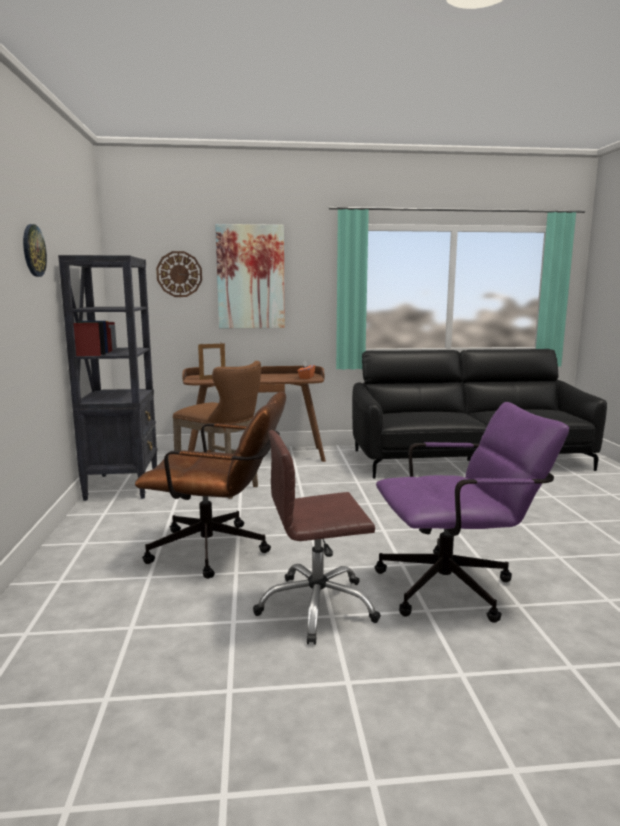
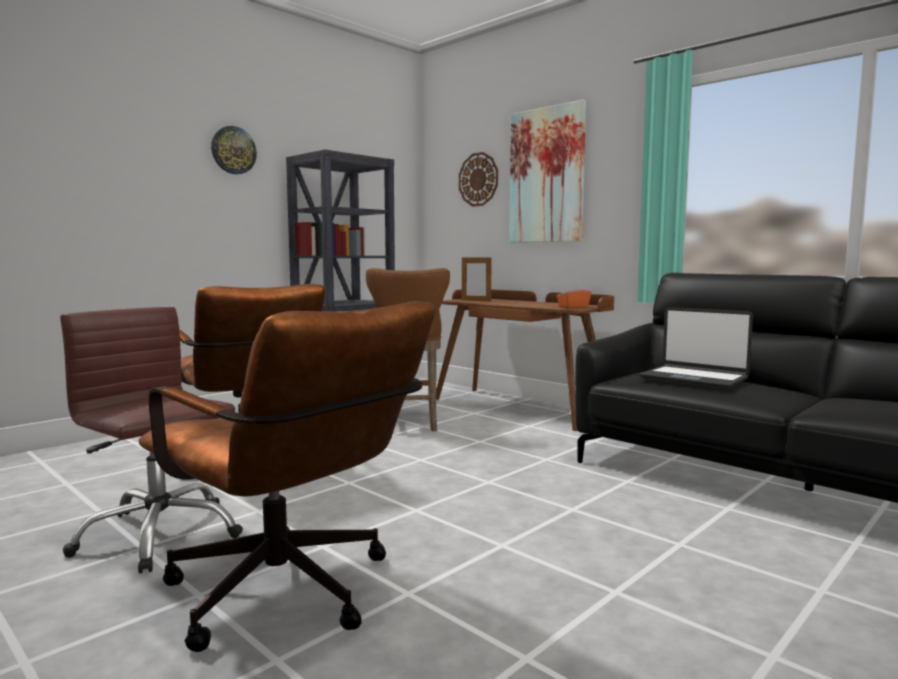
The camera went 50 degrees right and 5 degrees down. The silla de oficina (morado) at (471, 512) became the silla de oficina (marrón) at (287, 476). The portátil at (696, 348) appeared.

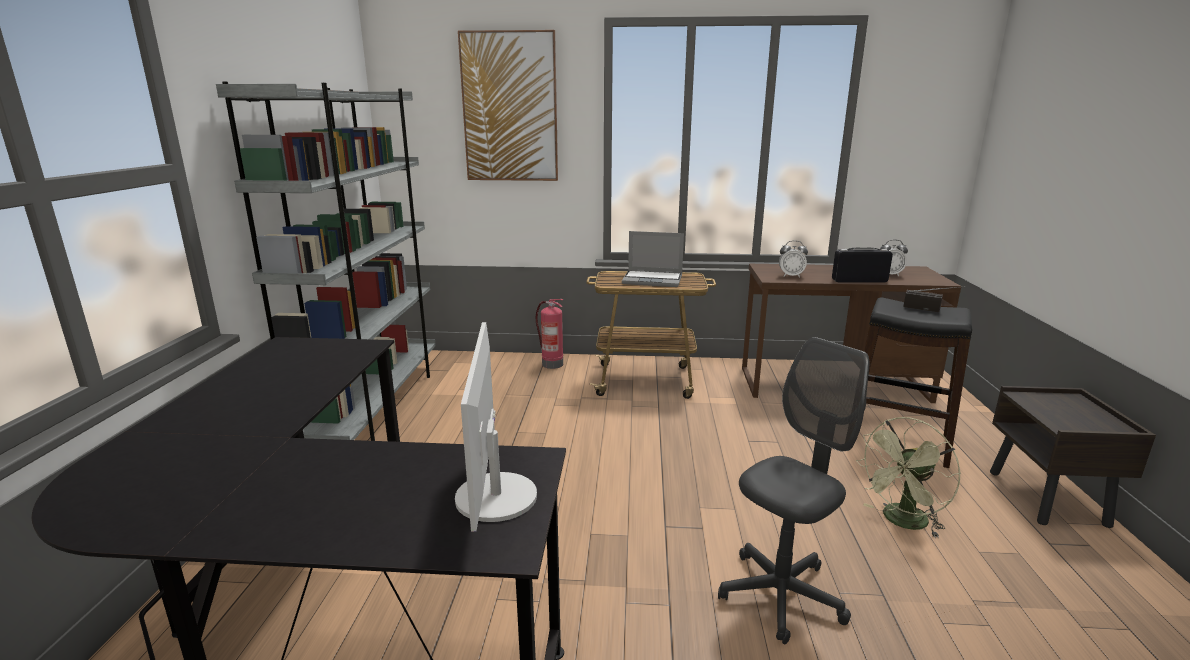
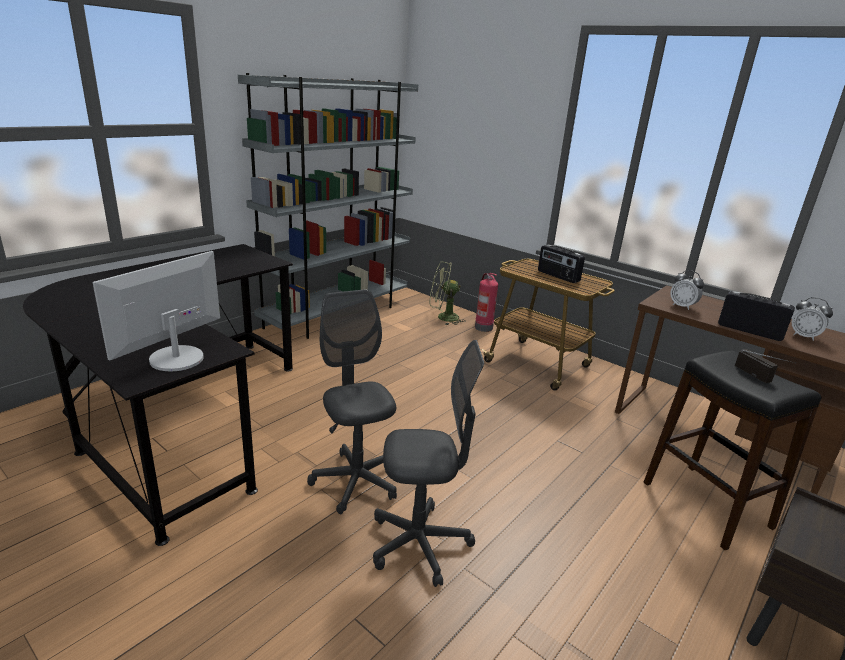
The camera went 35 degrees right and 5 degrees up. The cuadro at (508, 105) disappeared. The portátil at (653, 259) was replaced by the radio at (561, 263). The ventilador (verde) moved from (908, 477) to (448, 293). The silla de oficina (gris) at (352, 401) appeared.

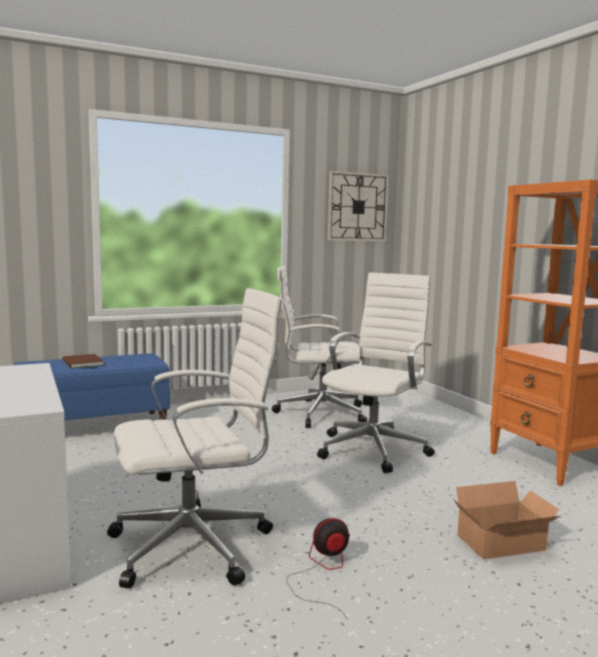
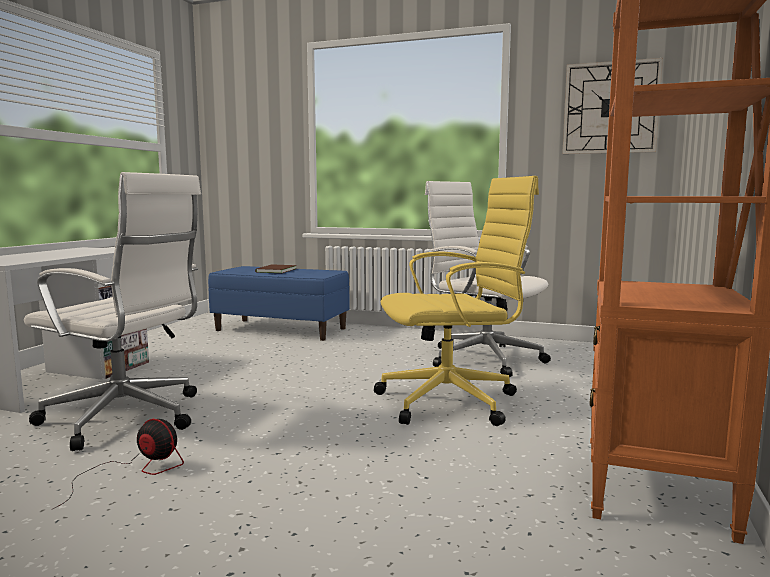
The camera went 45 degrees right and 0 degrees up. The silla de oficina (blanco) at (376, 372) became the silla de oficina (amarillo) at (456, 301). The caja de cartón at (506, 520) disappeared.

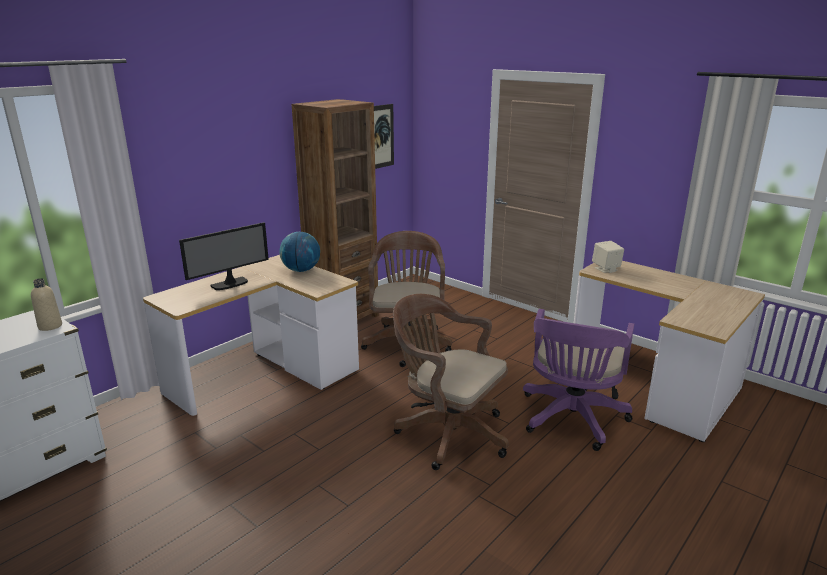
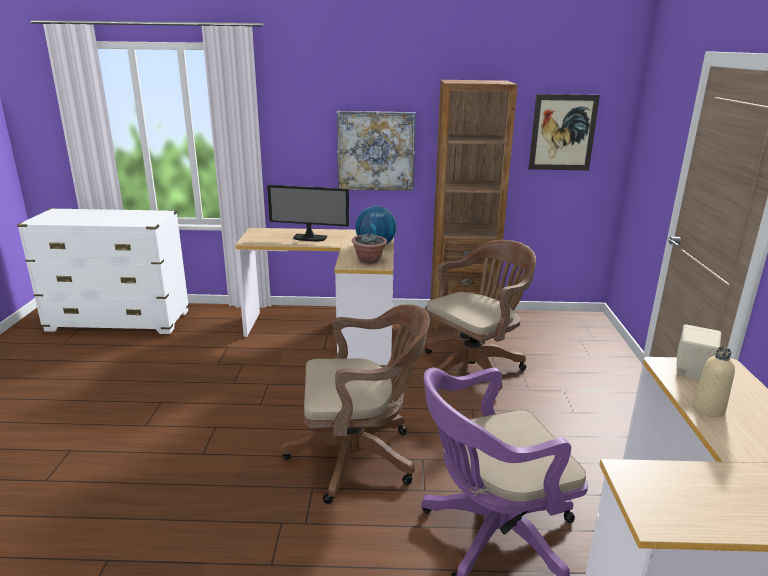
The camera went 50 degrees right and 0 degrees up. The botella (beis) moved from (46, 304) to (714, 382). The silla de oficina (marrón) at (451, 382) turned 90 degrees clockwise. The cuadro at (376, 151) appeared. The planta en maceta at (369, 248) appeared.

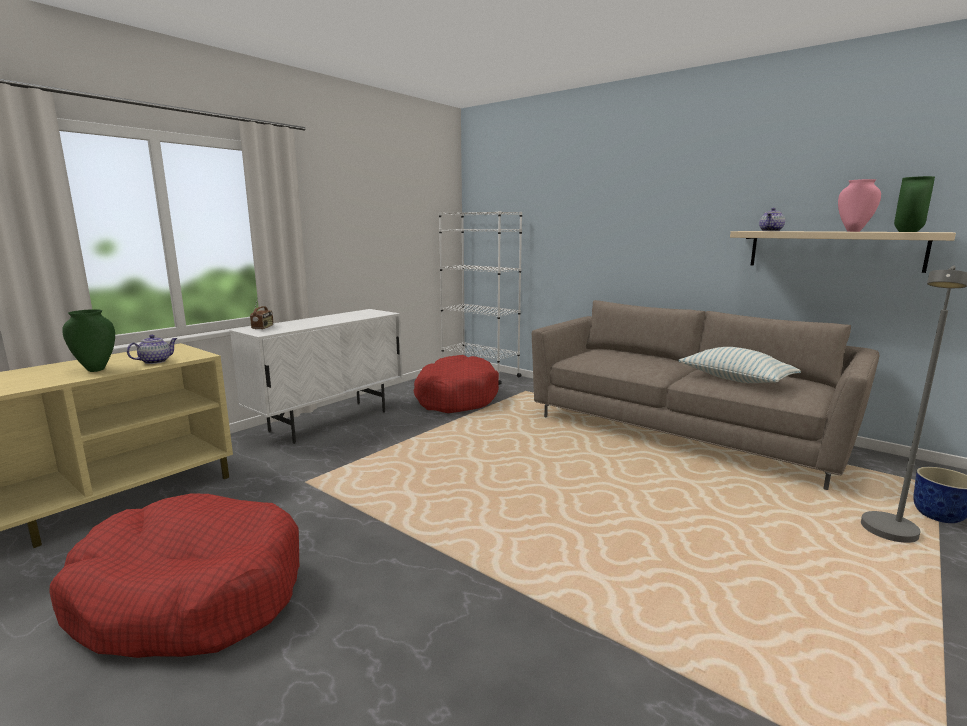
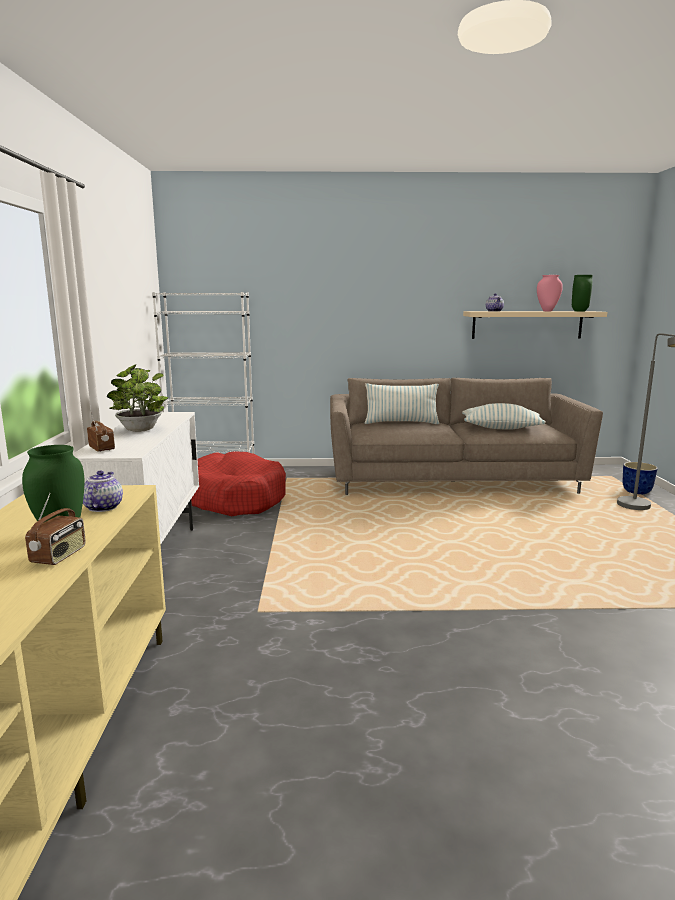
The camera went 40 degrees left and 0 degrees up. The cama para perro (rojo) at (174, 575) disappeared. The planta en maceta at (137, 398) appeared. The cojín at (402, 403) appeared. The radio at (55, 529) appeared.

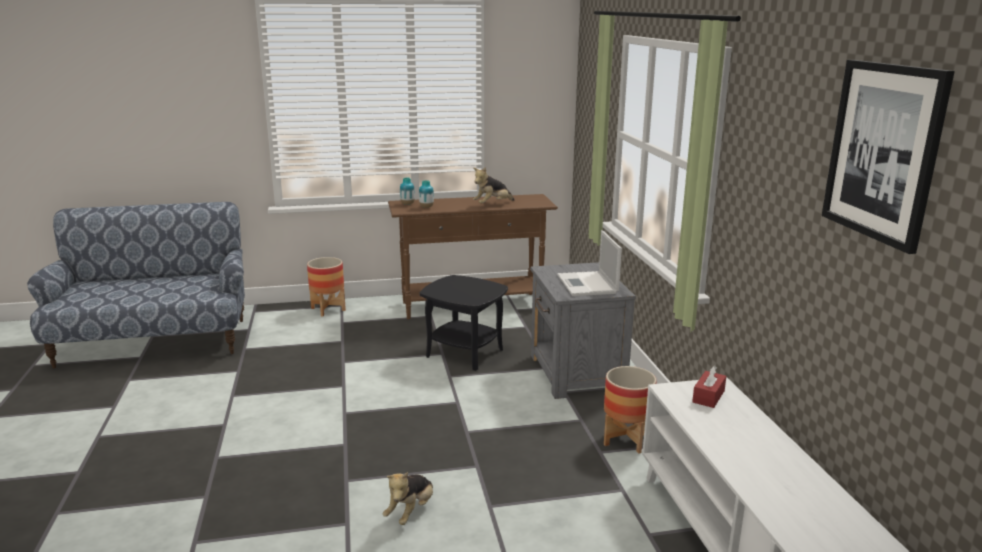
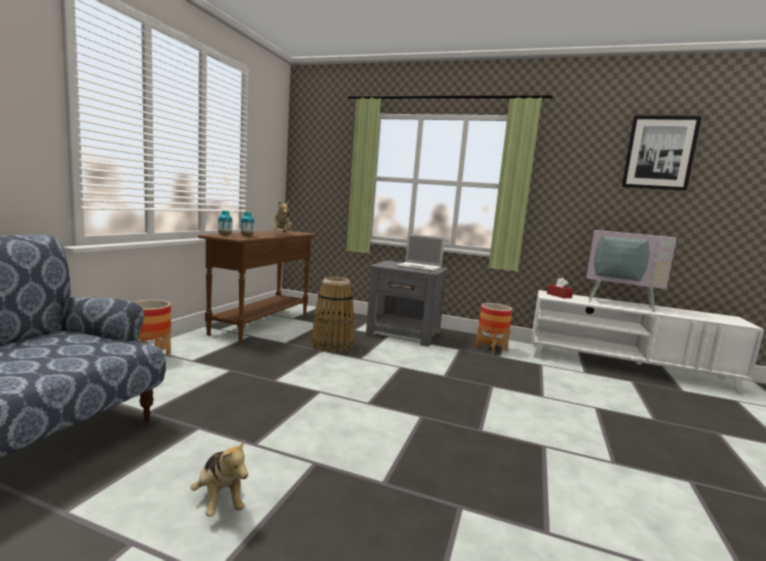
The camera went 60 degrees left and 10 degrees down. The mesa auxiliar (negro) at (464, 323) was replaced by the cesta at (332, 315). The peluche moved from (408, 498) to (219, 478). The televisor at (632, 257) appeared.

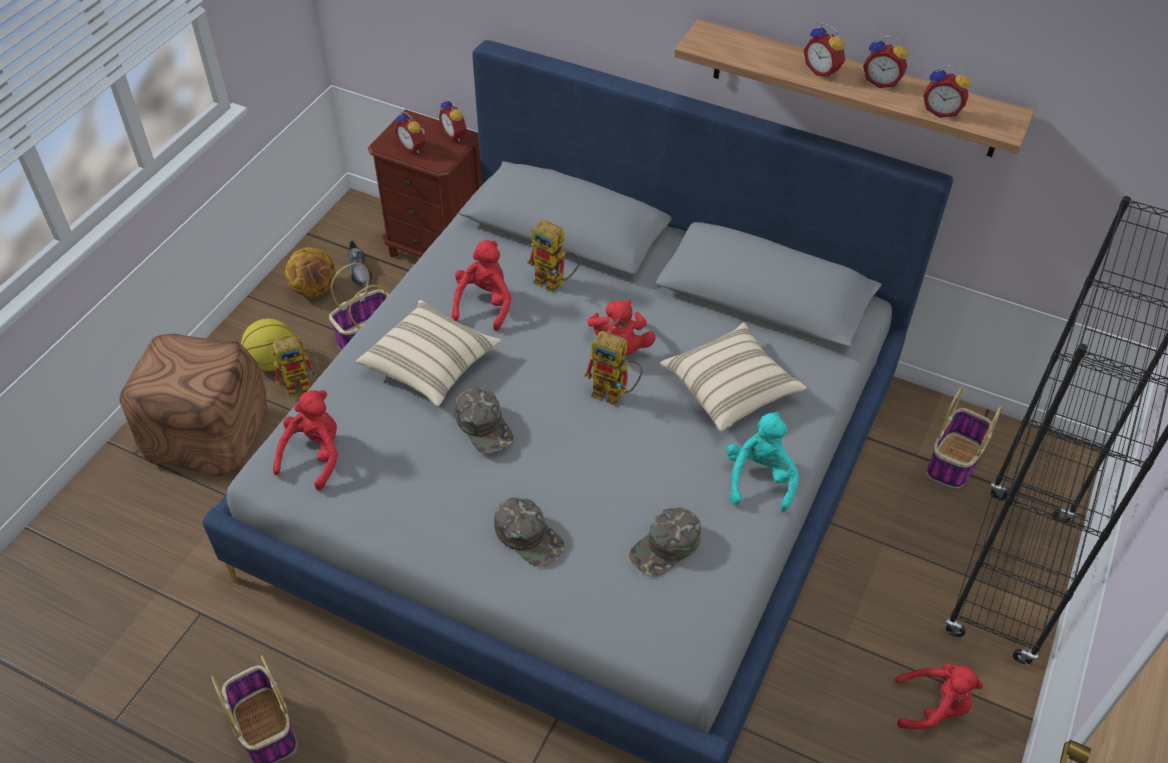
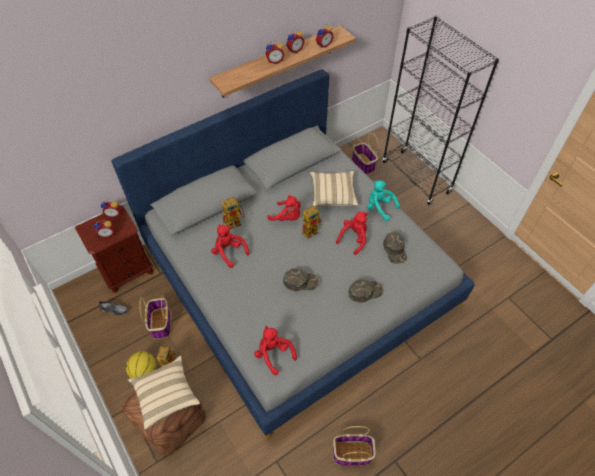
The camera went 60 degrees left and 5 degrees up. The balón de baloncesto at (310, 272) disappeared. The cojín (beis) moved from (428, 353) to (164, 392). The peluche (rojo) moved from (939, 696) to (351, 233).

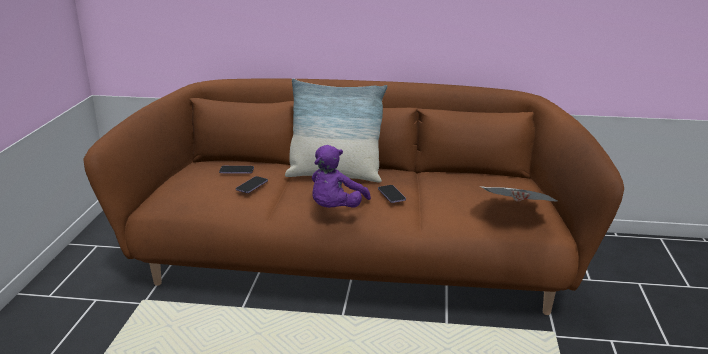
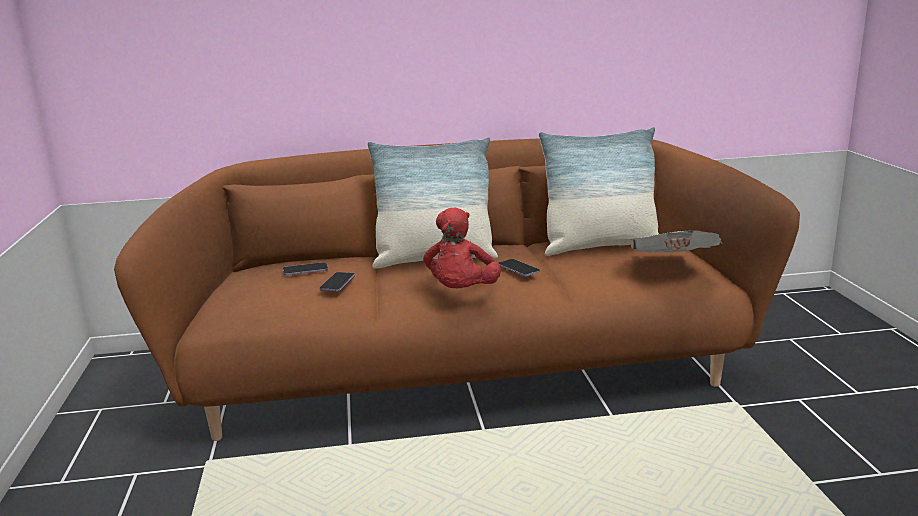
The camera went 15 degrees left and 5 degrees down. The peluche (morado) at (341, 176) became the peluche (rojo) at (462, 248). The cojín at (599, 191) appeared.

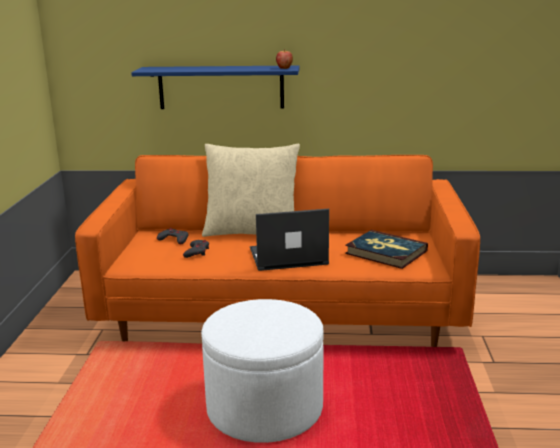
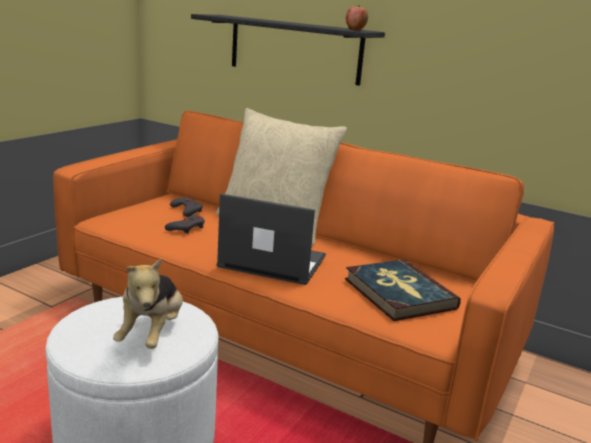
The camera went 25 degrees right and 0 degrees up. The estante (azul) at (215, 87) became the estante (negro) at (288, 50). The peluche at (148, 303) appeared.

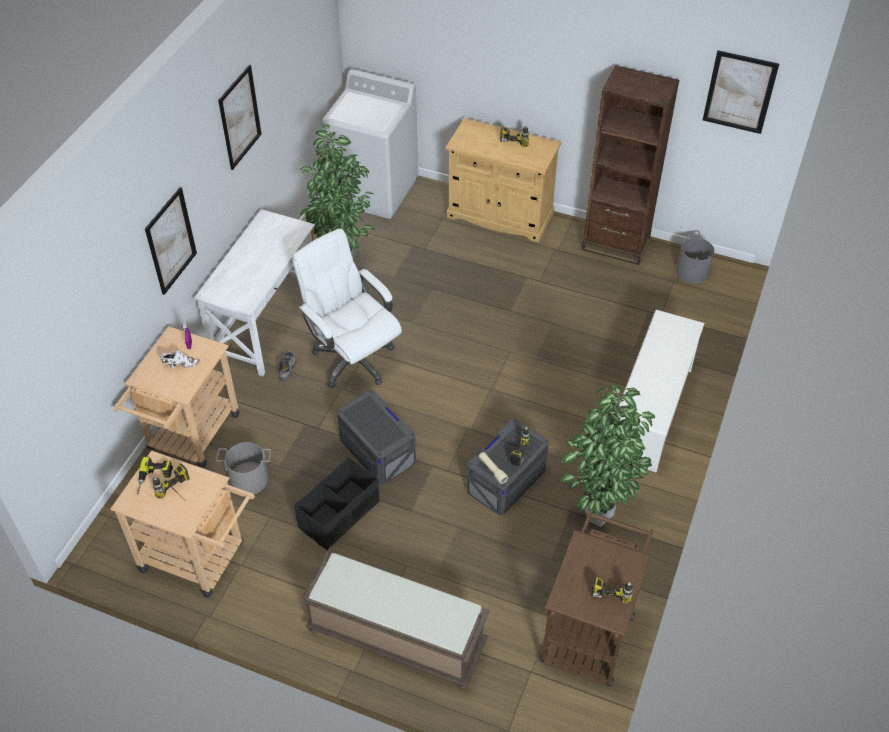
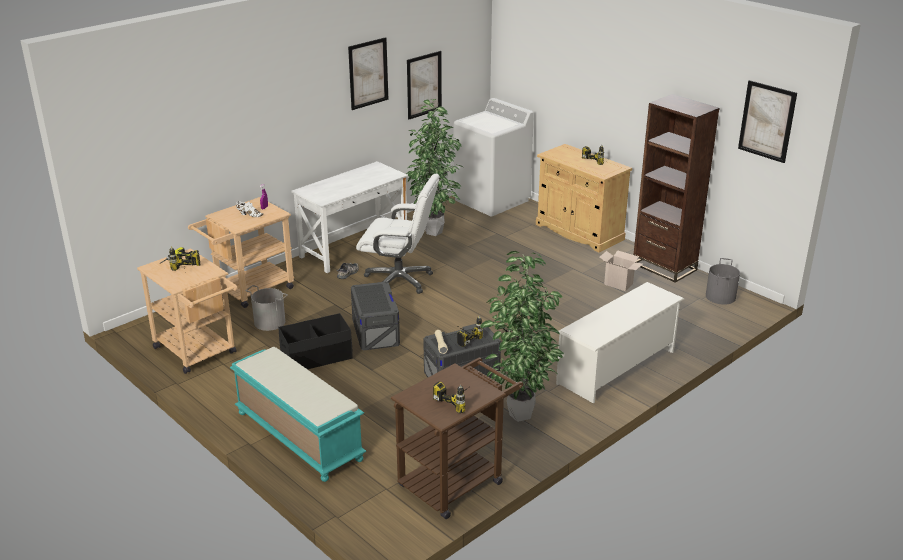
The camera went 25 degrees right and 20 degrees down. The cuadro moved from (171, 241) to (424, 85). The silla de oficina (blanco) at (347, 308) turned 120 degrees clockwise. The banco (marrón) at (395, 621) became the banco (turquesa) at (298, 414). The caja de cartón at (621, 270) appeared.

